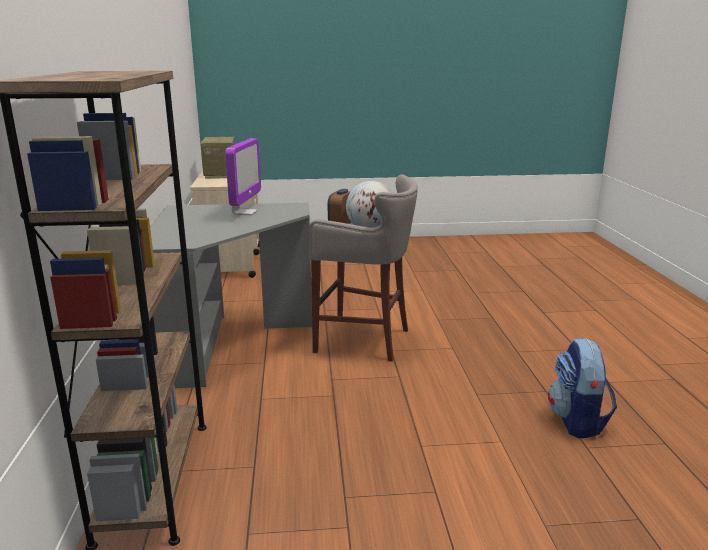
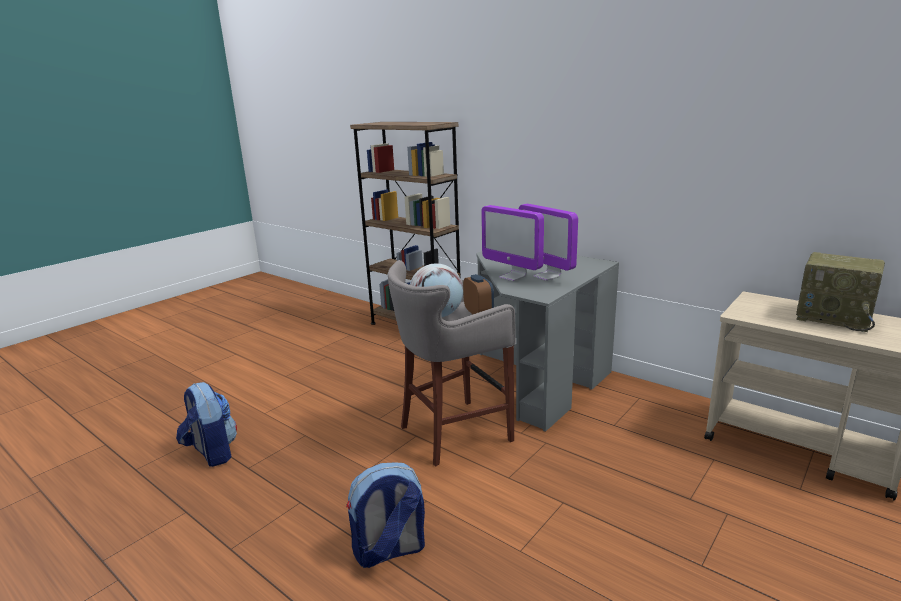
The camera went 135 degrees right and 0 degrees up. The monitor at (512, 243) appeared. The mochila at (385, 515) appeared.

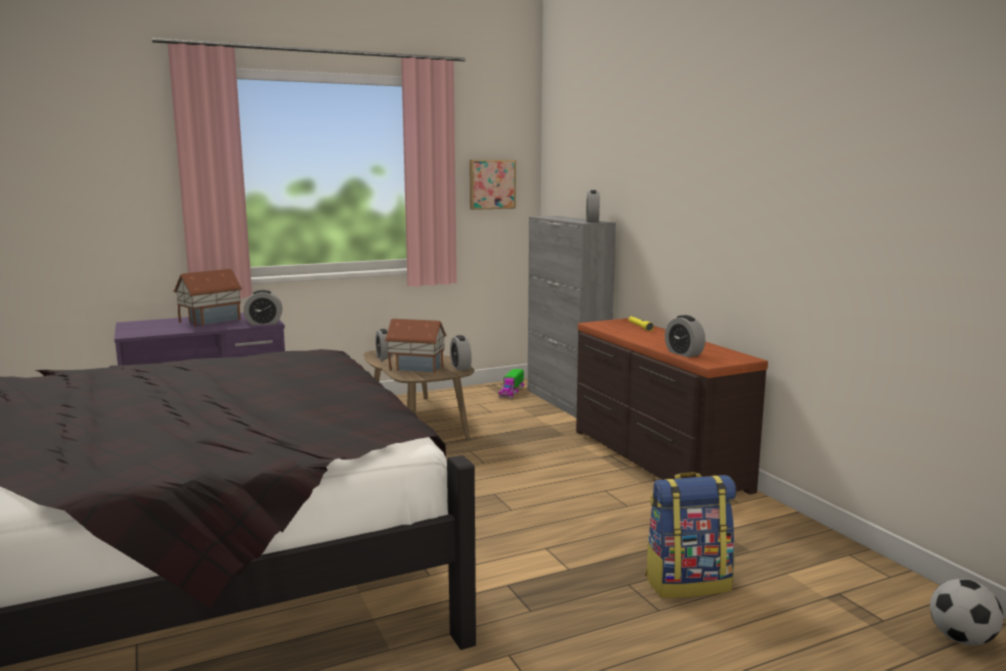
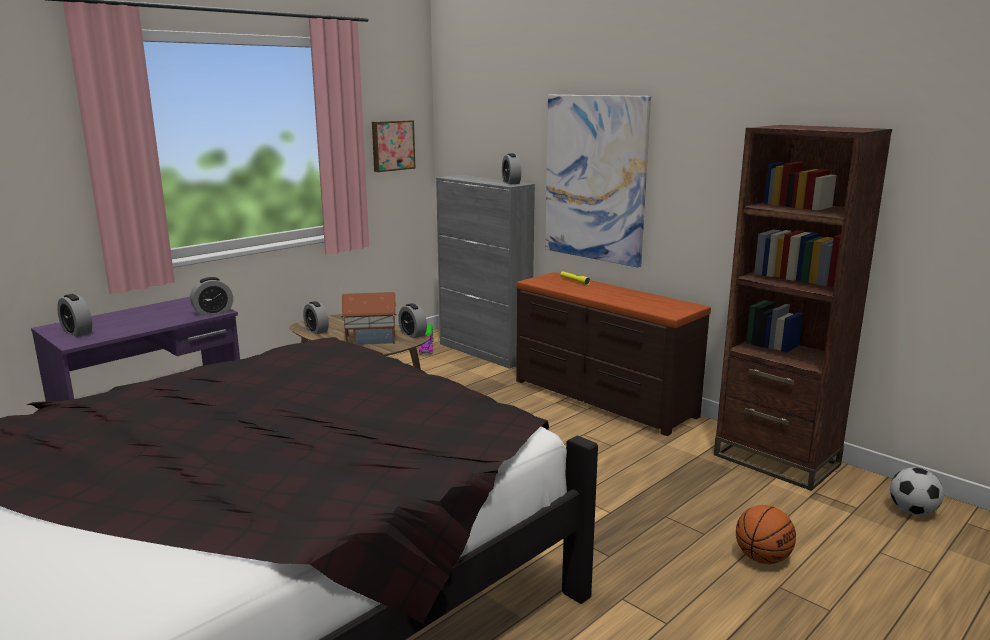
The camera went 20 degrees left and 5 degrees up. The casita at (207, 298) disappeared. The despertador moved from (685, 336) to (74, 315). The mochila at (690, 535) disappeared. The cuadro at (598, 181) appeared. The estantería (marrón) at (803, 308) appeared. The balón de baloncesto at (766, 534) appeared.

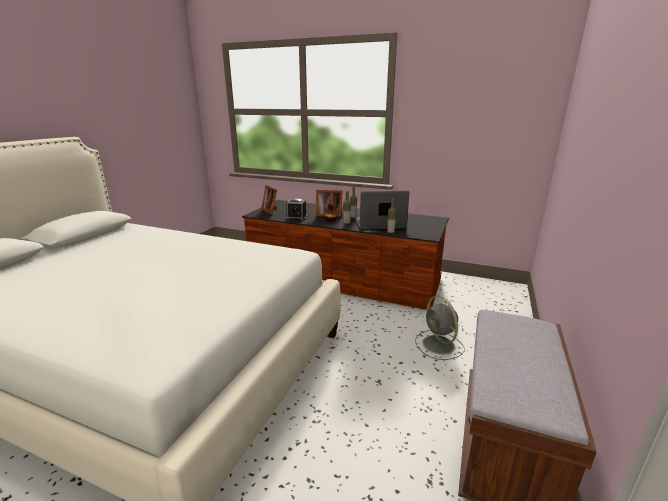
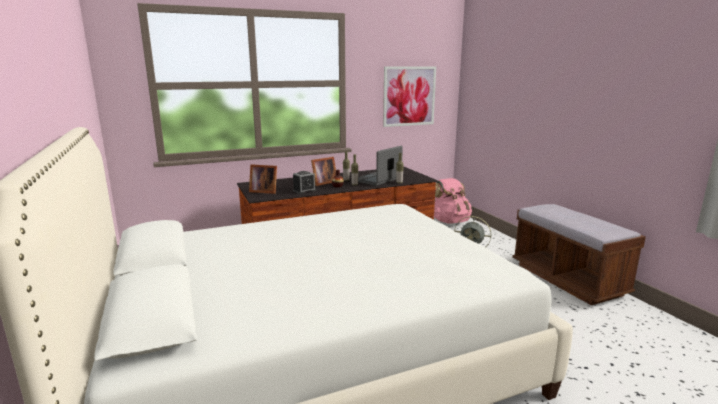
The camera went 45 degrees left and 5 degrees down. The cuadro at (409, 97) appeared. The mochila (rosa) at (453, 201) appeared.

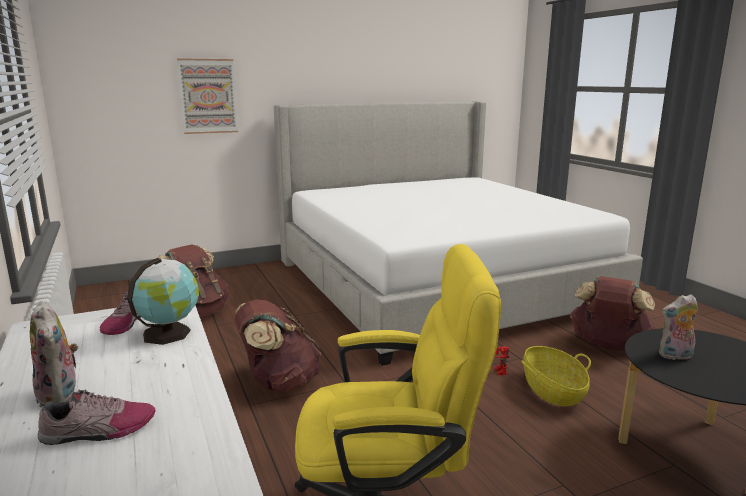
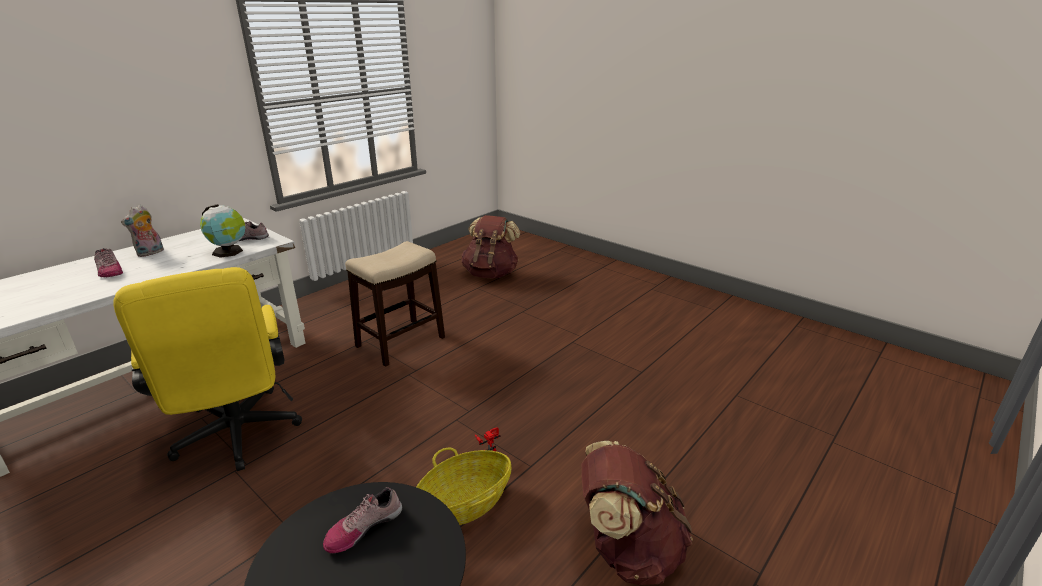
The camera went 65 degrees right and 10 degrees up. The cuadro at (207, 96) disappeared. The cama at (458, 233) disappeared. The peluche at (678, 327) was replaced by the zapato at (362, 520). The mochila (marrón) at (277, 346) was replaced by the taburete at (395, 304).

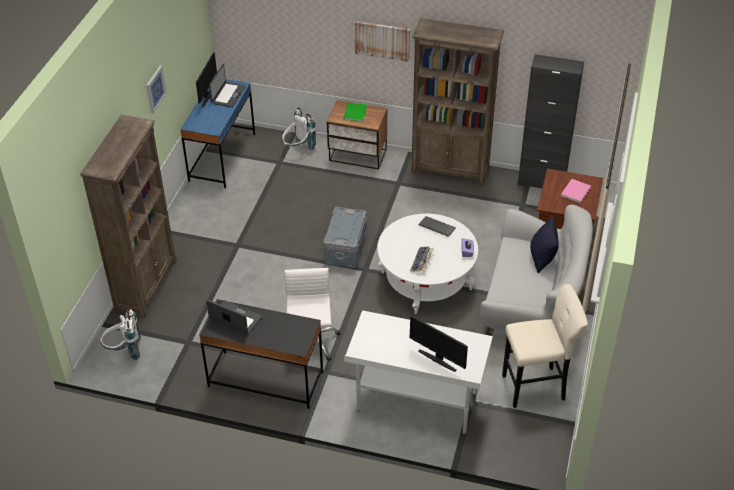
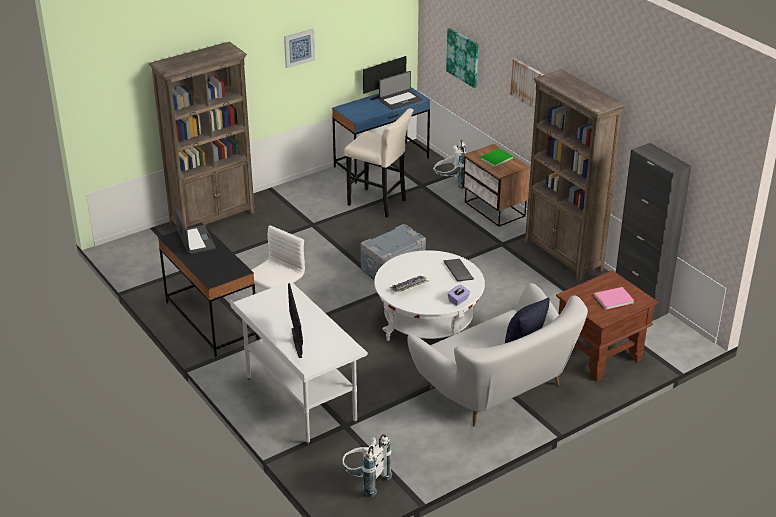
The camera went 40 degrees right and 10 degrees down. The taburete (beis) moved from (545, 346) to (378, 162). The mochila (blanco) moved from (120, 334) to (367, 465). The cuadro at (462, 58) appeared.

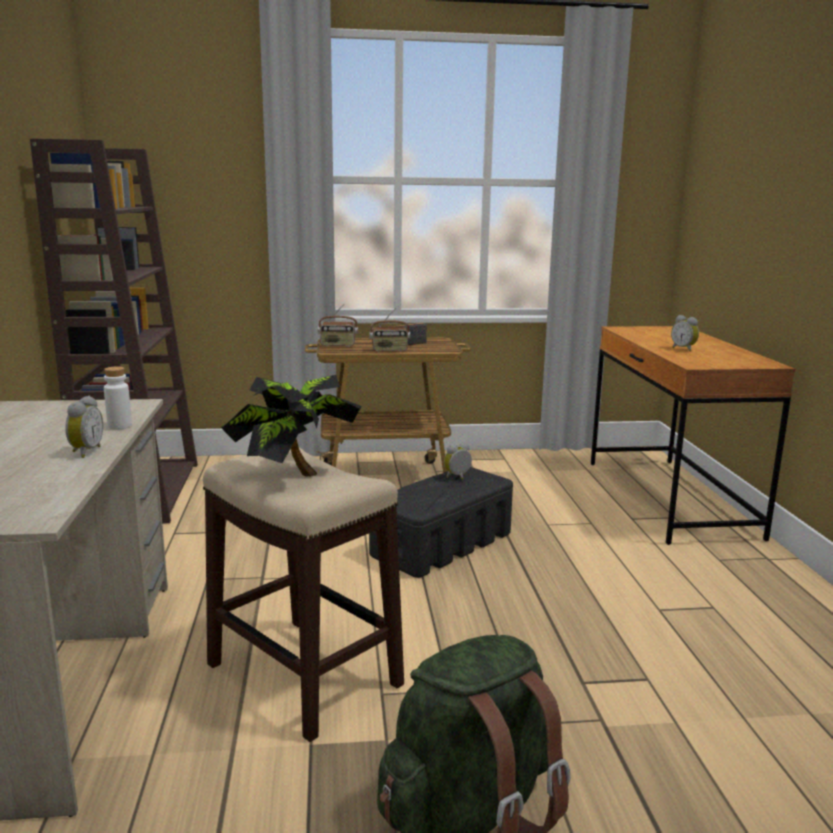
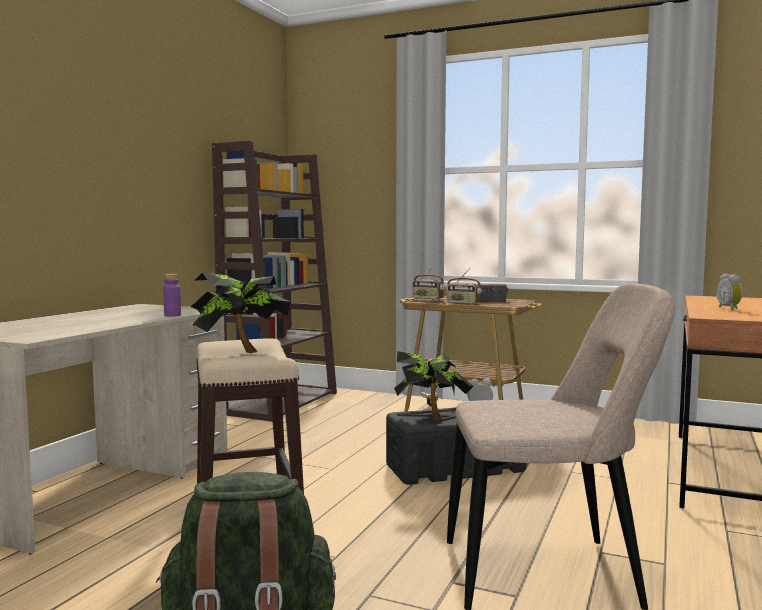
The camera went 30 degrees right and 10 degrees down. The botella (blanco) at (118, 398) became the botella (morado) at (172, 295). The despertador at (84, 427) disappeared. The silla (beis) at (561, 447) appeared. The planta en maceta at (433, 385) appeared.

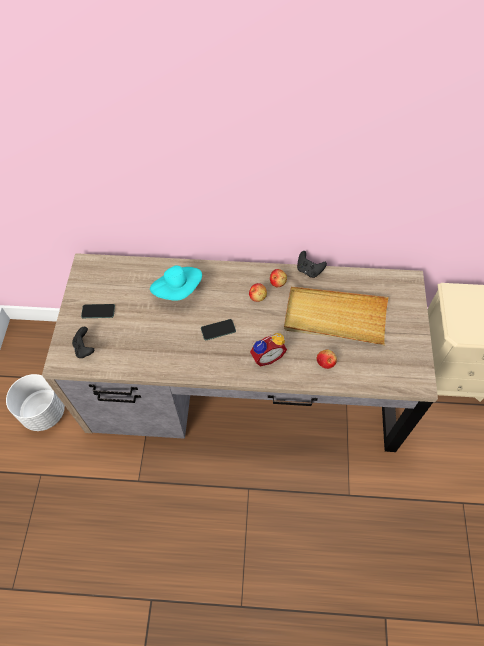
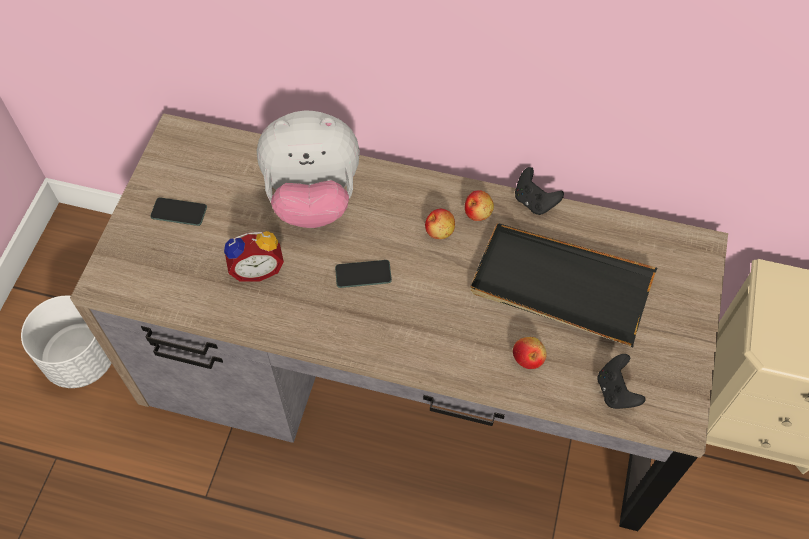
The camera went 10 degrees right and 0 degrees up. The sombrero (turquesa) at (176, 283) was replaced by the peluche at (308, 169). The bandeja (beis) at (336, 316) became the bandeja (negro) at (563, 285). The mando de consola (negro) moved from (83, 342) to (621, 381). The despertador moved from (268, 349) to (254, 256).

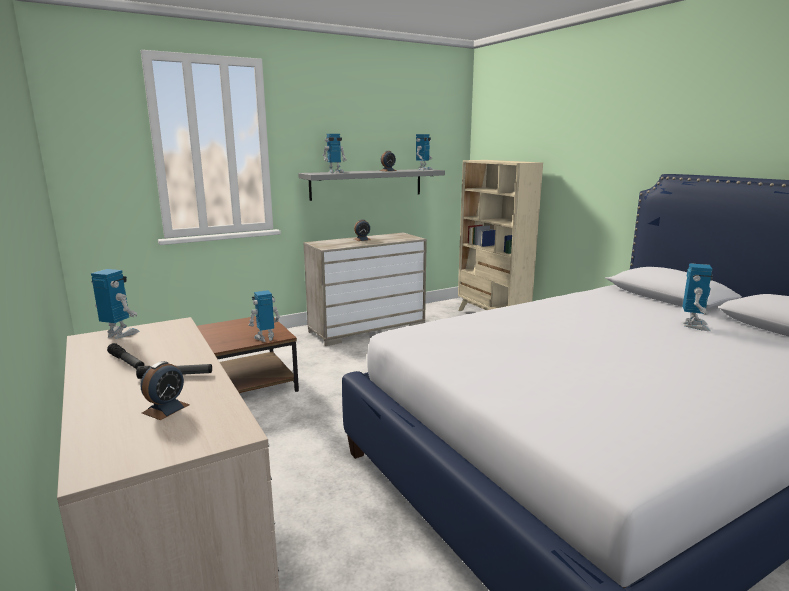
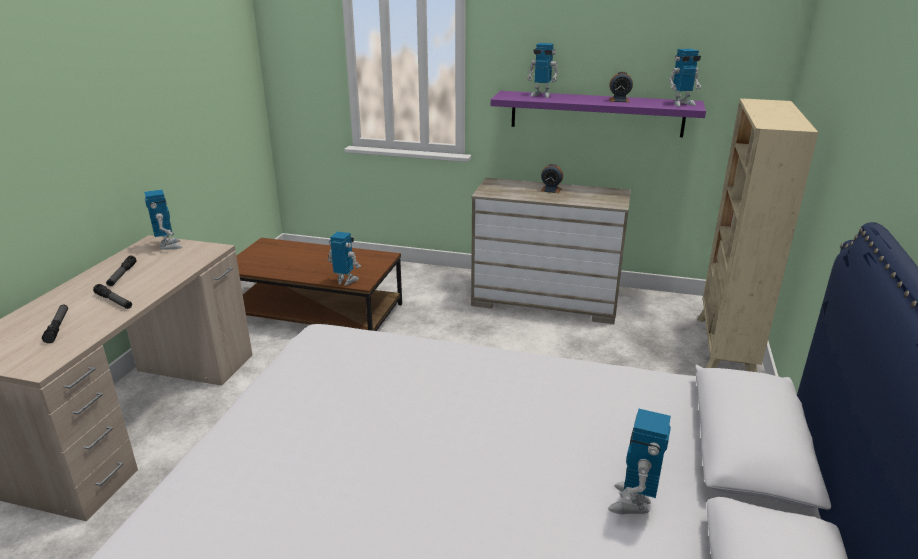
The camera went 45 degrees right and 10 degrees up. The estante (gris) at (371, 185) became the estante (morado) at (598, 114). The robot de juguete at (697, 297) turned 135 degrees clockwise. The despertador at (165, 390) was replaced by the linterna at (55, 324).

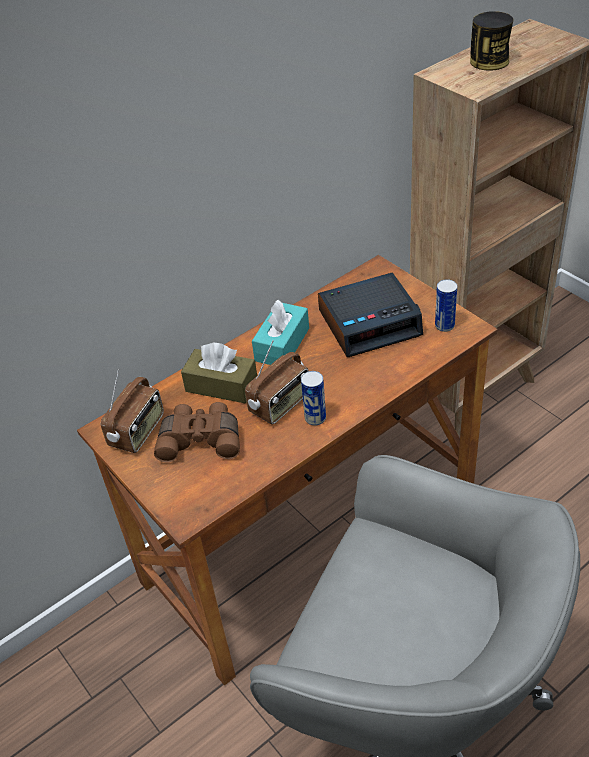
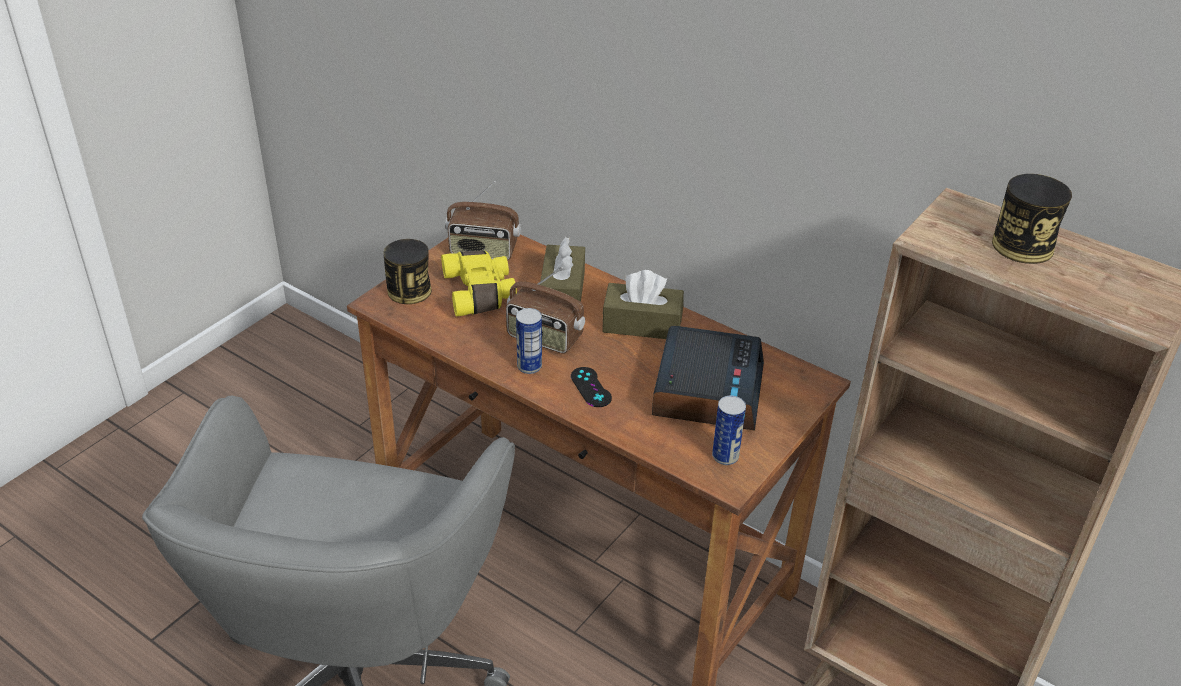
The camera went 70 degrees right and 5 degrees down. The despertador at (370, 315) turned 135 degrees counterclockwise. The caja de pañuelos (turquesa) at (280, 332) became the caja de pañuelos (marrón) at (643, 304). The prismáticos (marrón) at (197, 432) became the prismáticos (amarillo) at (479, 283). The lata at (408, 271) appeared. The mando de consola (negro) at (591, 387) appeared.

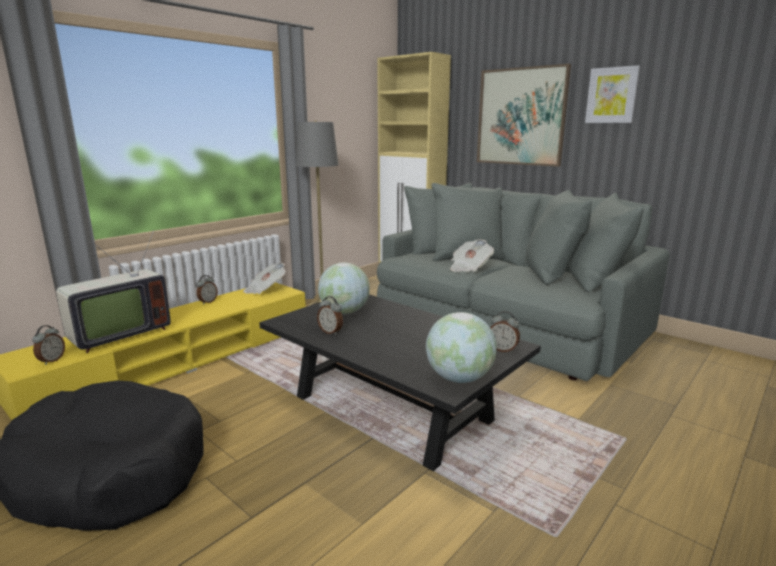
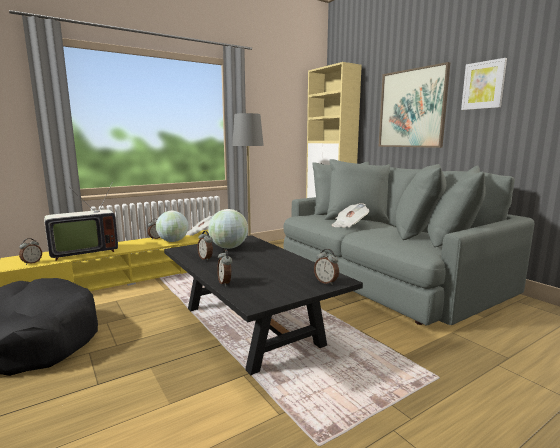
The camera went 15 degrees right and 5 degrees down. The globo terráqueo moved from (461, 347) to (172, 226). The despertador at (224, 267) appeared.

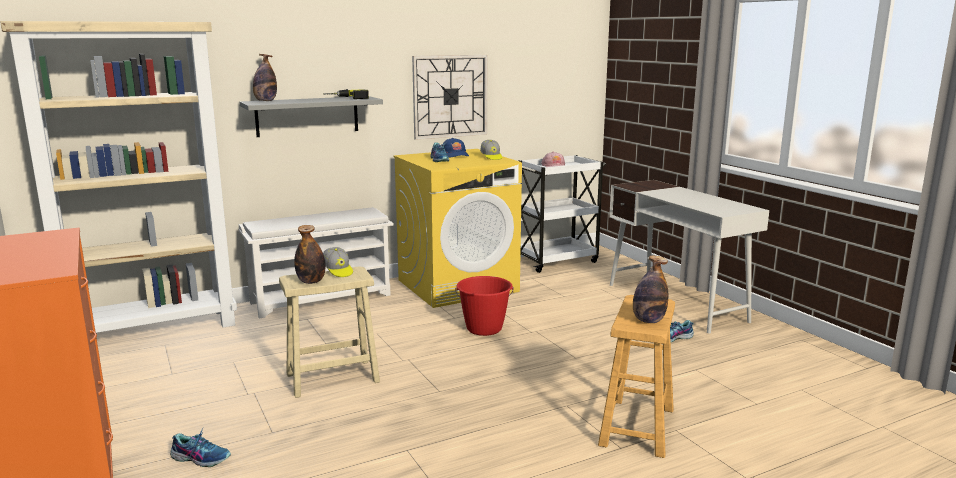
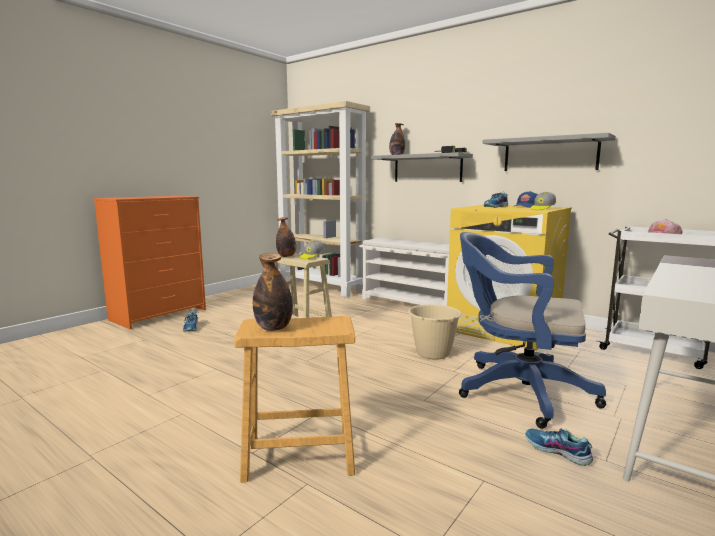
The camera went 65 degrees right and 5 degrees down. The reloj de pared at (449, 97) was replaced by the estante (gris) at (549, 152). The cubo (rojo) at (484, 306) became the cubo (beis) at (435, 331). The silla de oficina (azul) at (532, 330) appeared.

